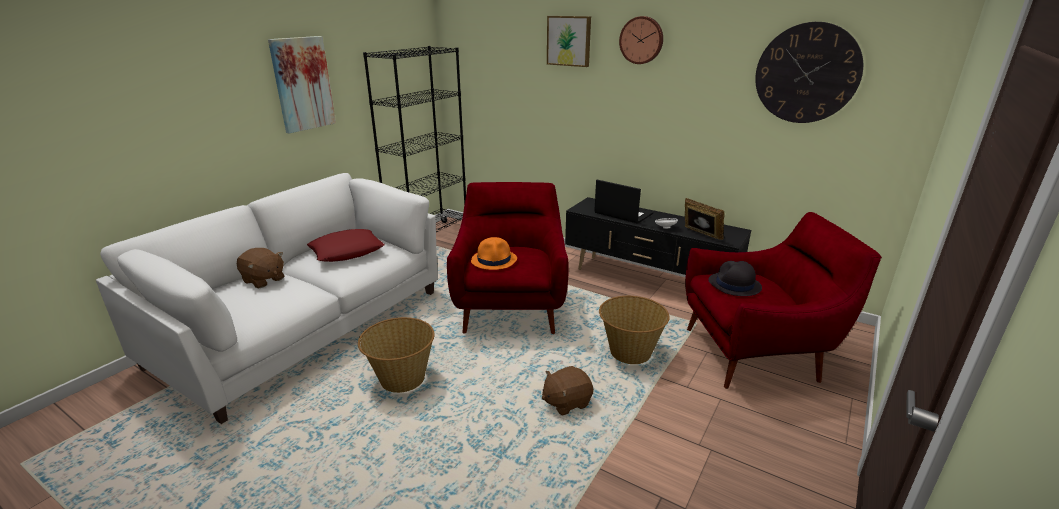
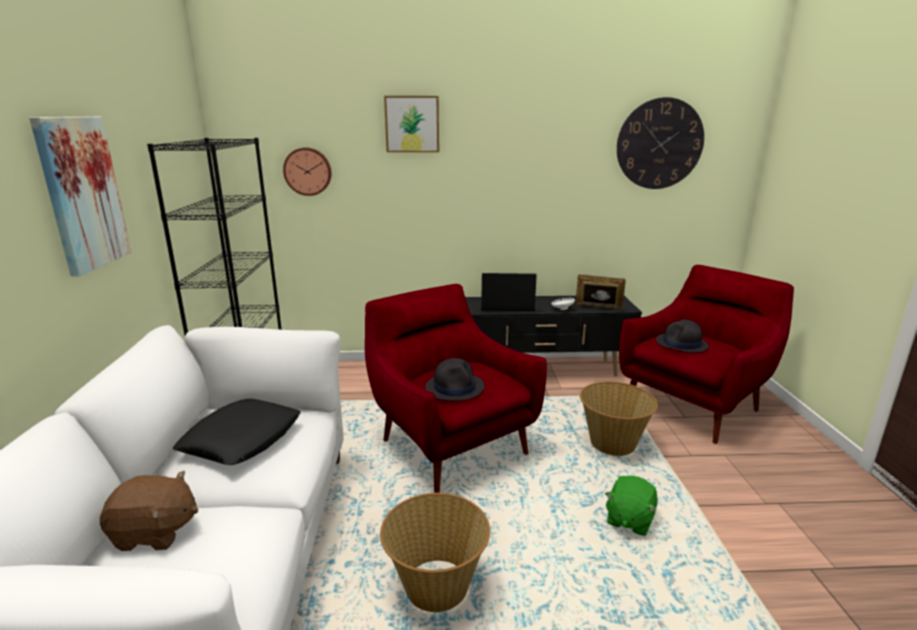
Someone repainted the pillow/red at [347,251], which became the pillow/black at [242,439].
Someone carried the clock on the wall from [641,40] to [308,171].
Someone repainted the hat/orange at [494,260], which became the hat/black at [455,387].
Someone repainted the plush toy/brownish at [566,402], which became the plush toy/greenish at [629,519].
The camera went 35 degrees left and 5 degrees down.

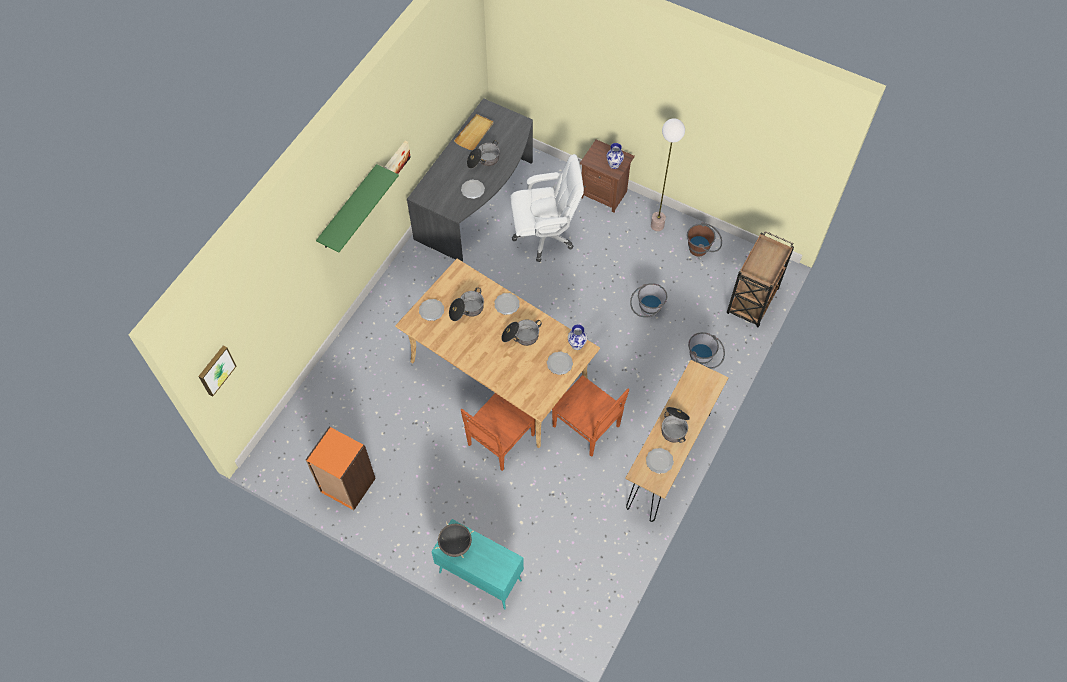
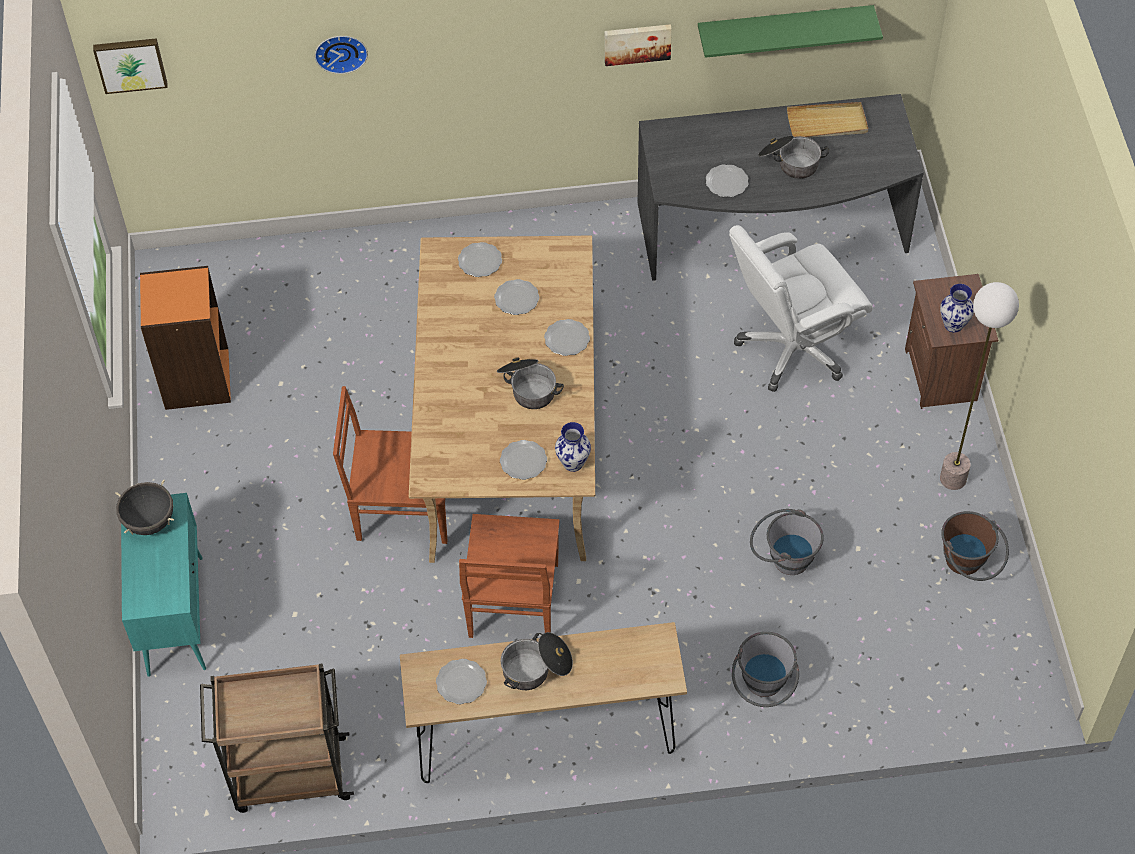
Someone carried the trolley/brownish from [752,302] to [288,775].
Someone put up the clock on the wall at [341,51].
Someone swapped the cooking pot at [466,310] for the plate at [516,299].
Someone carried the shelf/greenish from [348,208] to [784,28].
Someone rotated the desk chair/whitish at [544,236] by 105 degrees clockwise.
The camera went 55 degrees right and 5 degrees down.

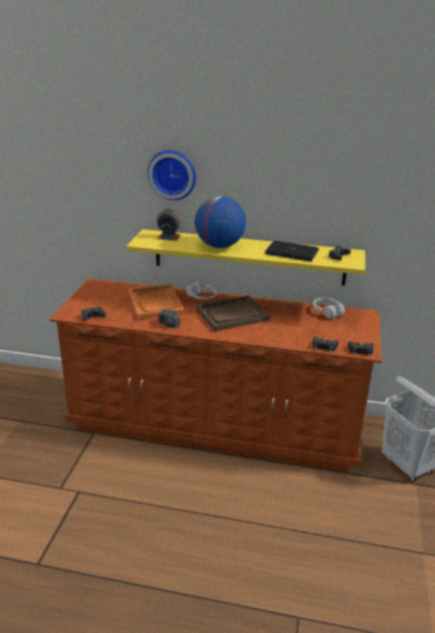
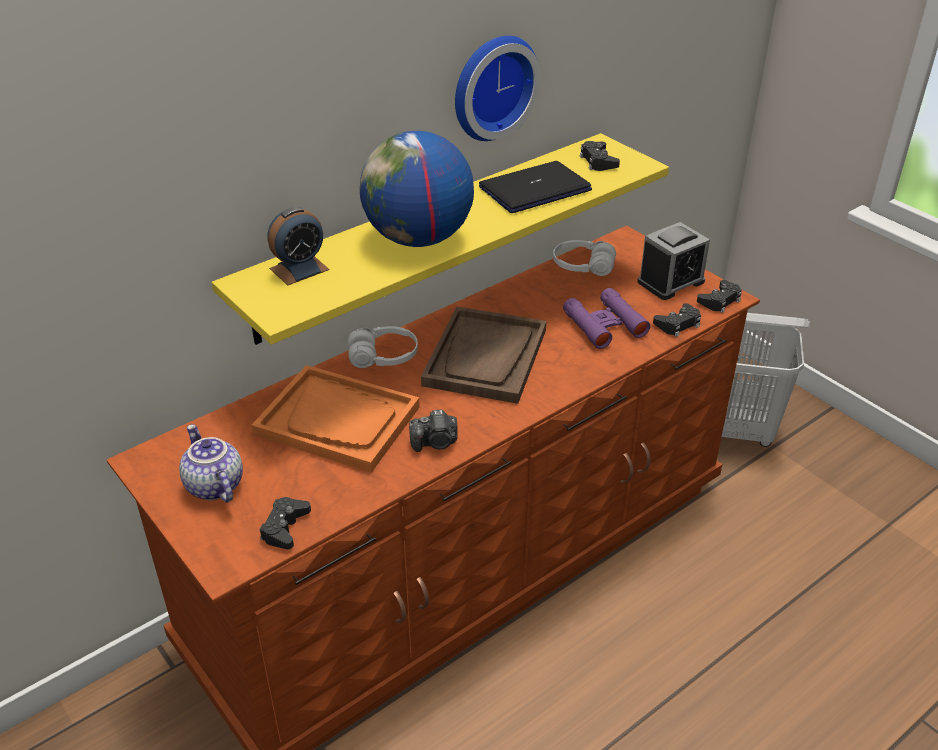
Someone put down the tea pot at [213,486].
Someone carried the clock on the wall from [173,174] to [491,86].
Someone put down the pair of binoculars/purple-coloured at [604,325].
Someone put down the alarm clock at [670,282].
The camera went 50 degrees left and 10 degrees up.

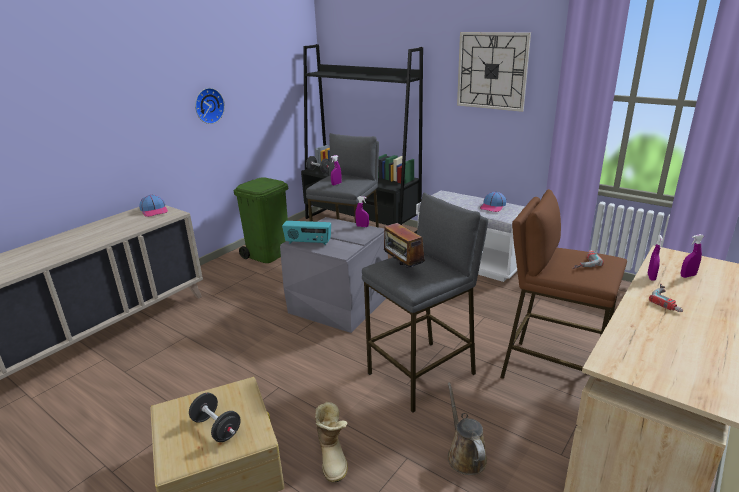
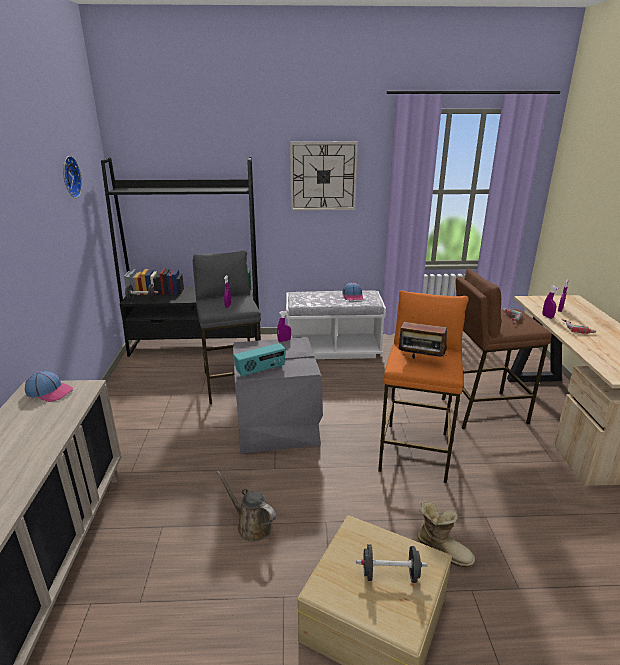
Someone carried the clock on the wall from [208,105] to [69,177].
Someone carried the sprinkling can/brownish from [465,455] to [251,525].
Someone repainted the stool seat/gray at [422,374], which became the stool seat/orange at [415,451].
Someone took away the trash can/greenish at [269,254].
The camera went 40 degrees left and 0 degrees up.

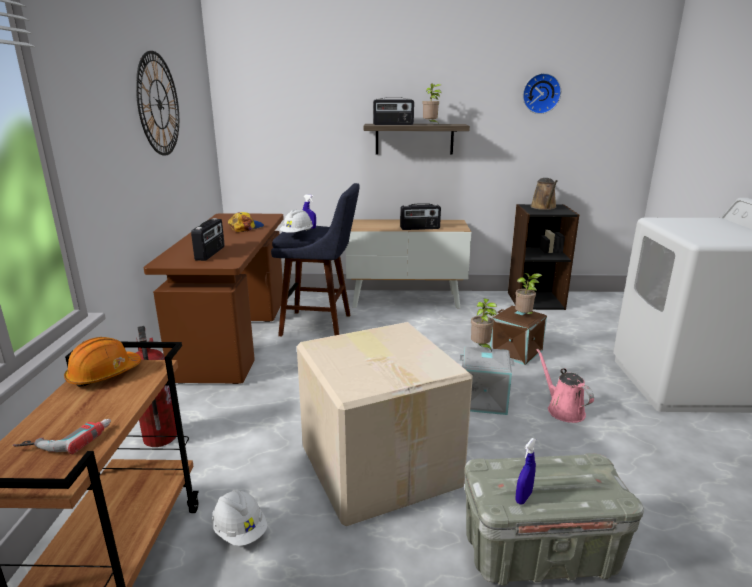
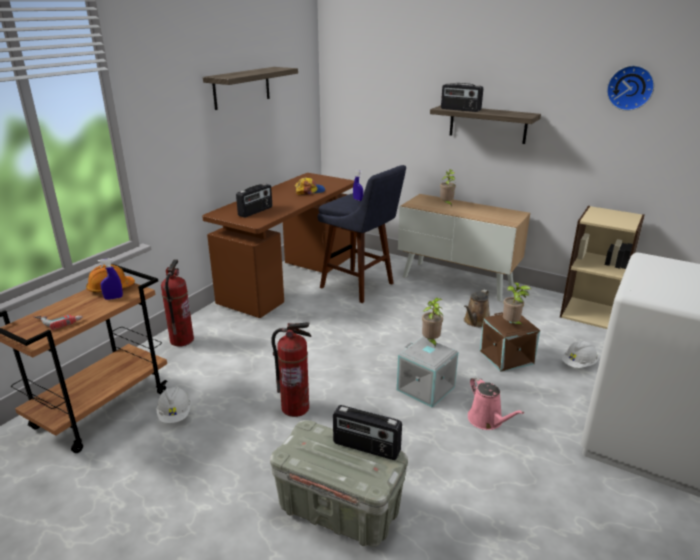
Someone carried the sprayer/blue from [523,497] to [113,298].
Someone swapped the clock on the wall at [159,104] for the shelf at [242,87].
Someone swapped the carton at [380,465] for the extinguisher at [295,408].
Someone carried the radio from [420,228] to [366,448].
Someone carried the houseplant from [430,124] to [446,204].
Someone carried the sprinkling can/brownish from [544,207] to [476,322].
Someone rotated the sprinkling can/pink at [563,410] by 150 degrees clockwise.
Someone repainted the bookcase/black at [535,300], which became the bookcase/beige-coloured at [591,313].
Someone carried the safety helmet/whitish from [297,234] to [578,364].
The camera went 30 degrees right and 5 degrees up.

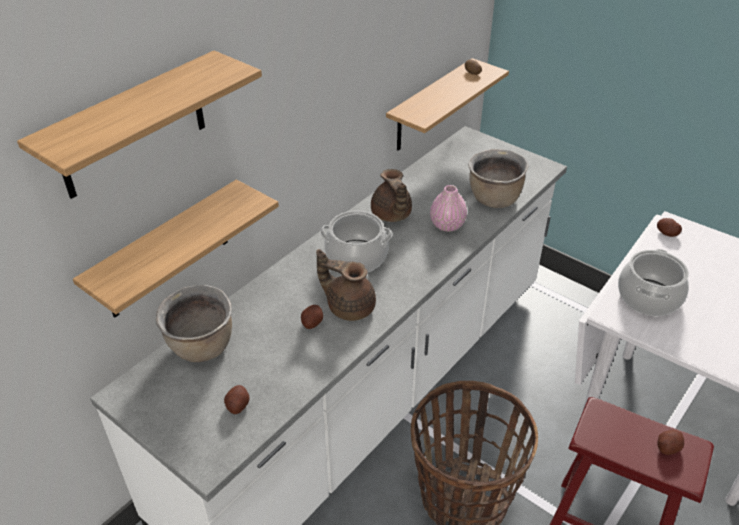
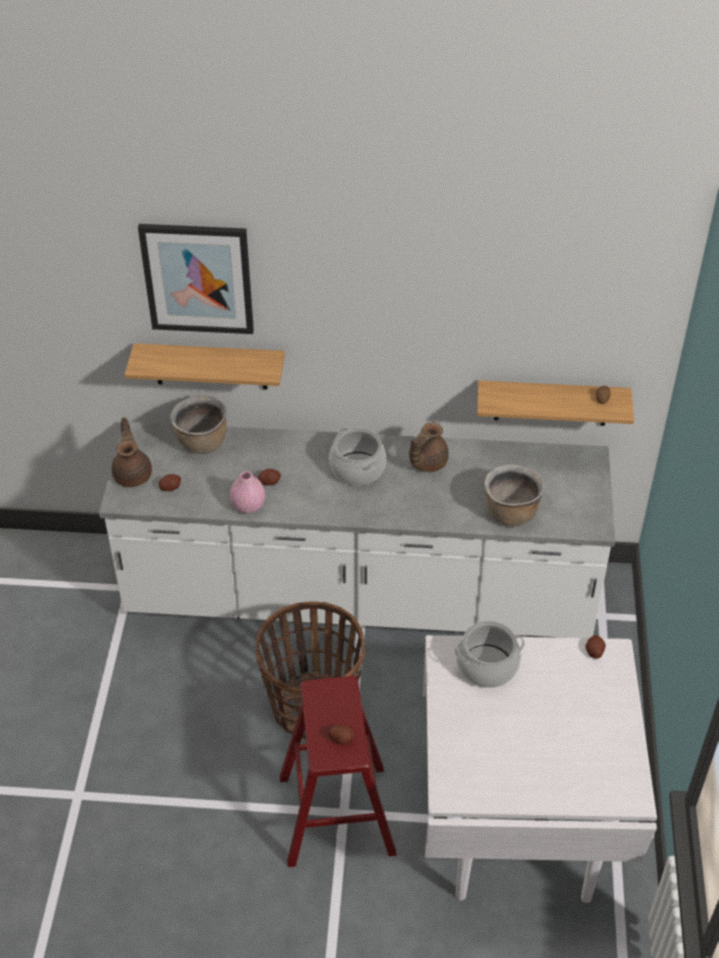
Someone carried the tea pot/brownish from [349,306] to [133,474].
Someone swapped the shelf at [132,126] for the picture at [198,278].
Someone carried the flower vase/pink from [447,225] to [248,506].
The camera went 55 degrees right and 5 degrees up.

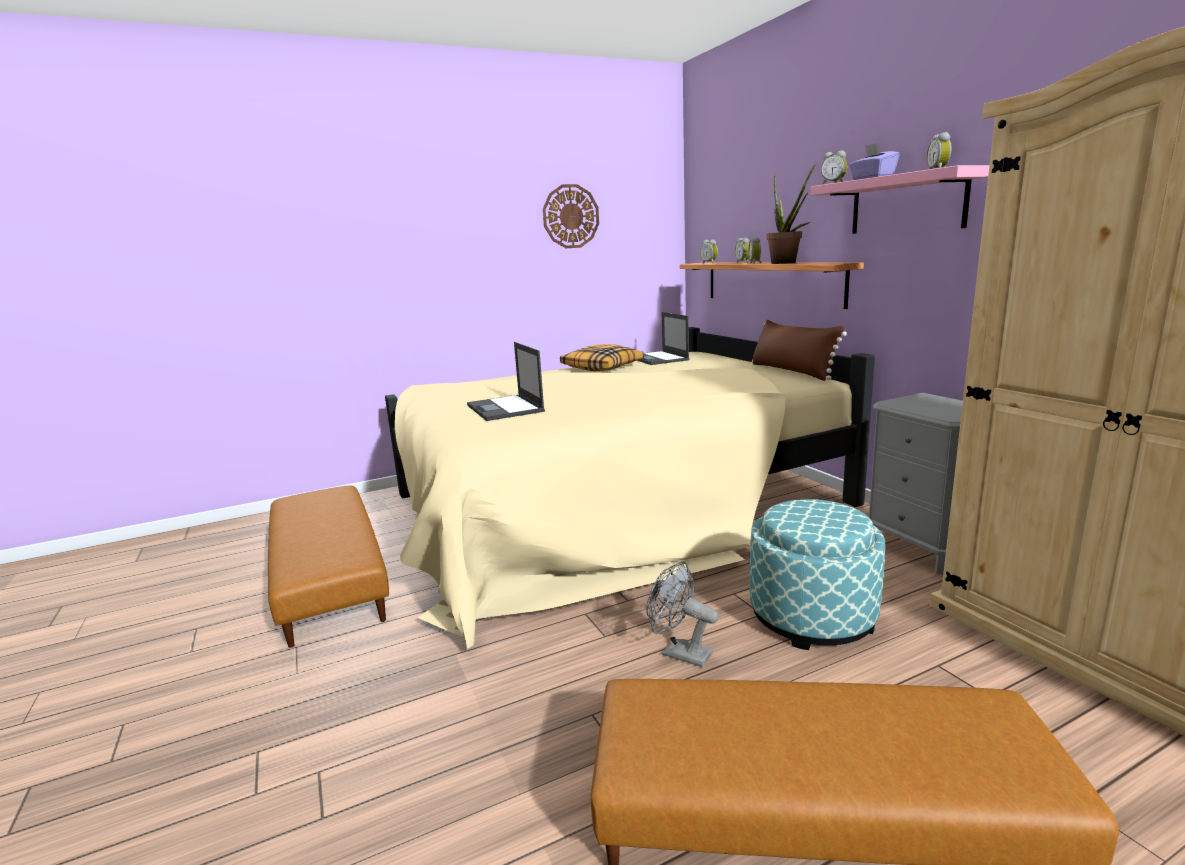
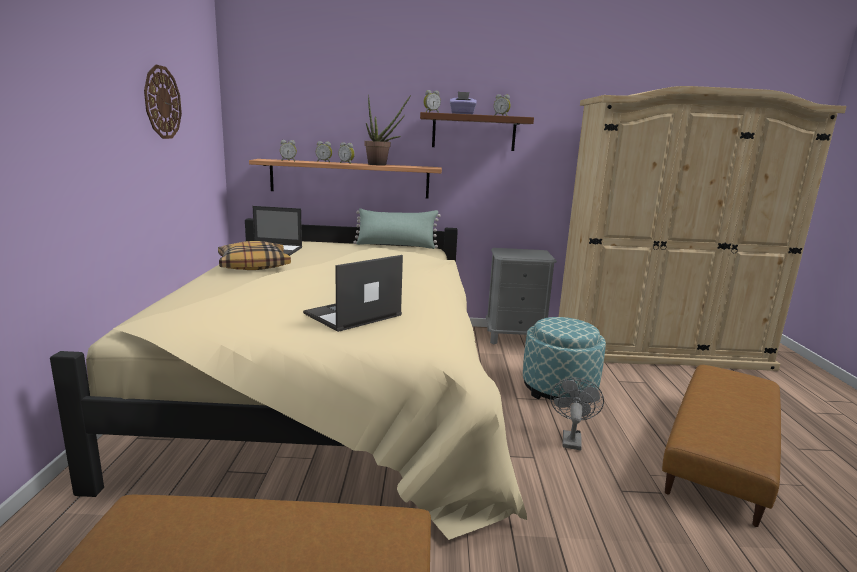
Someone rotated the notebook computer at [505,408] by 135 degrees clockwise.
Someone repainted the pillow/brownish at [792,371], which became the pillow/greenish at [396,245].
Someone repainted the shelf/pink at [907,204], which became the shelf/brownish at [474,132].
Someone rotated the fan/gray at [679,653] by 135 degrees clockwise.
The camera went 65 degrees left and 0 degrees up.

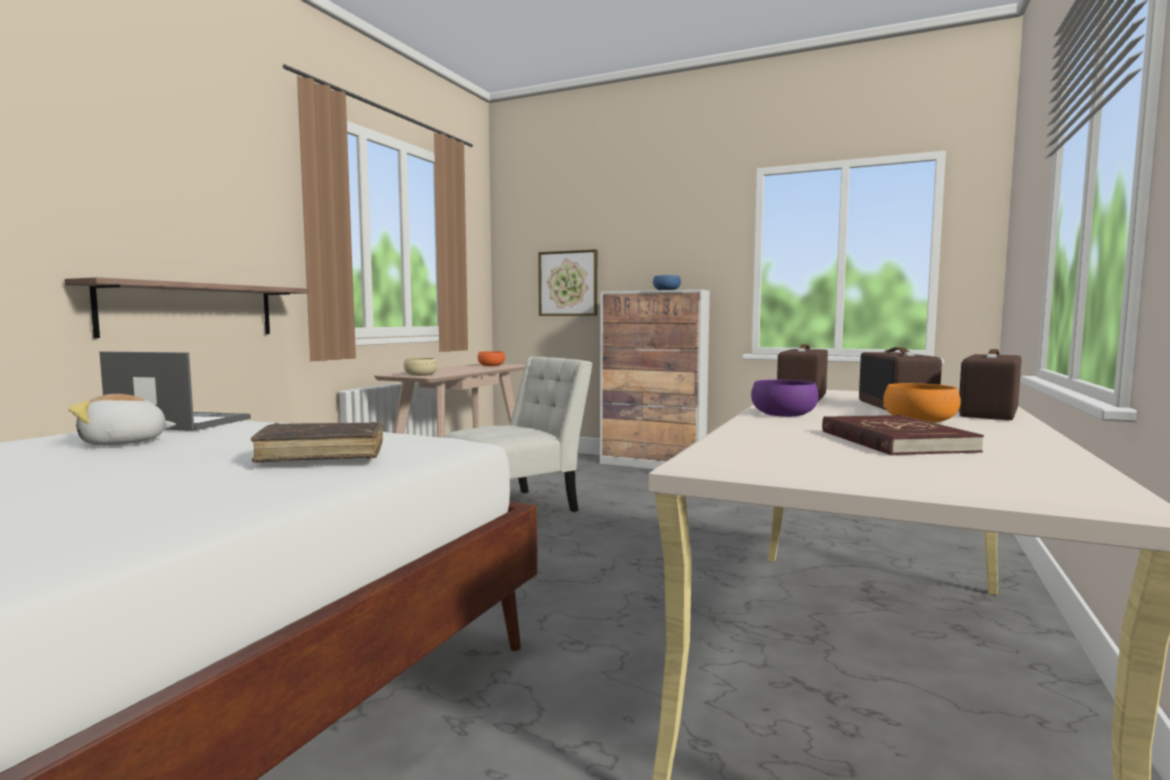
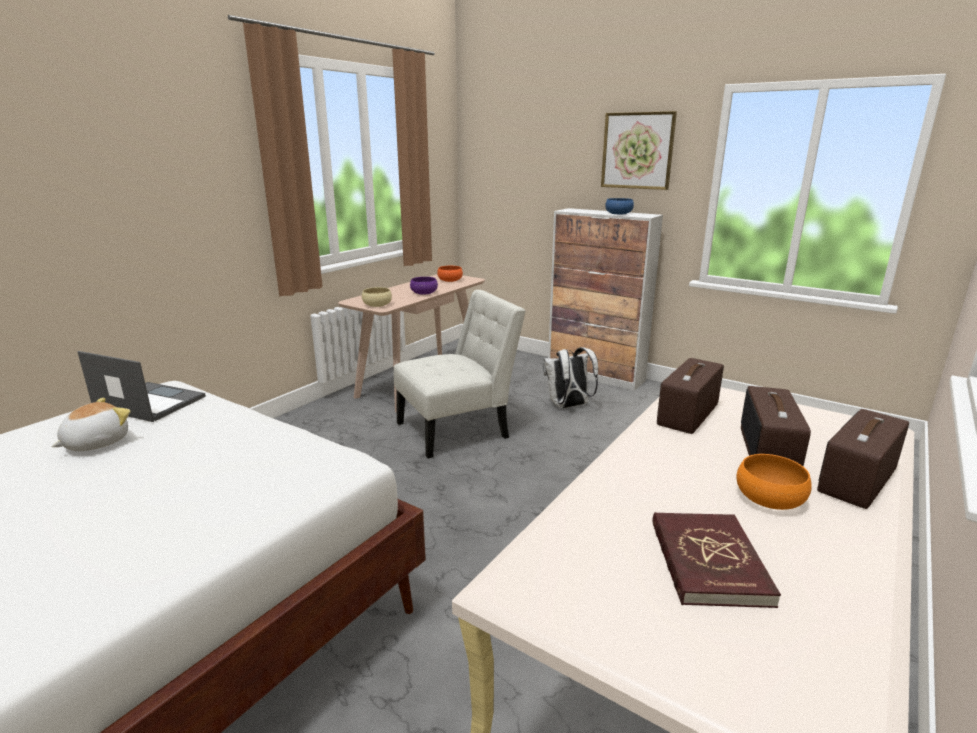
Someone rotated the plush toy at [124,442] by 135 degrees clockwise.
Someone carried the bowl/purple-coloured from [783,414] to [424,292].
Someone put down the rucksack/whitish at [568,406].
Someone carried the picture from [568,283] to [637,151].
Someone took away the shelf at [190,310].
Someone took away the book/brownish at [322,454].
The camera went 10 degrees right and 15 degrees up.

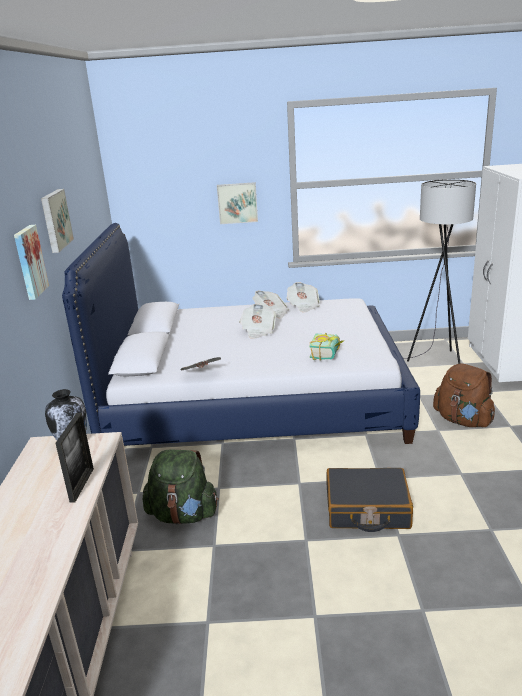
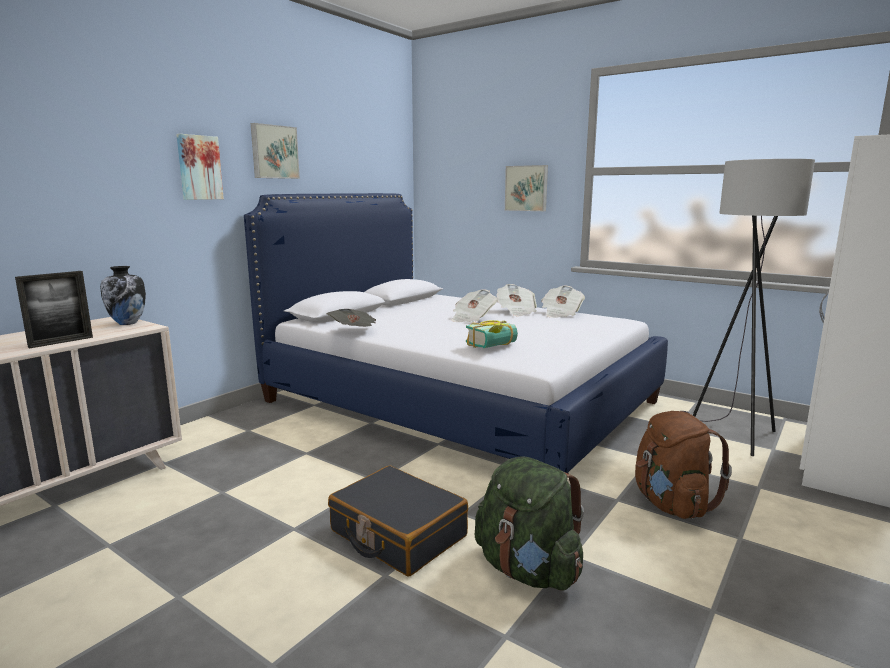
Someone carried the rucksack/greenish from [183,515] to [528,570].
The camera went 35 degrees right and 10 degrees down.

